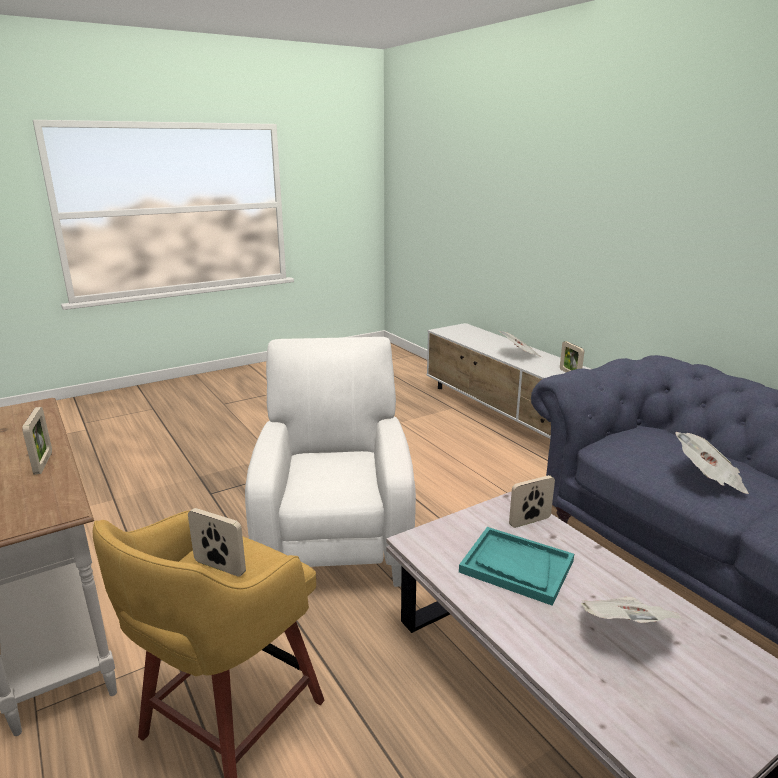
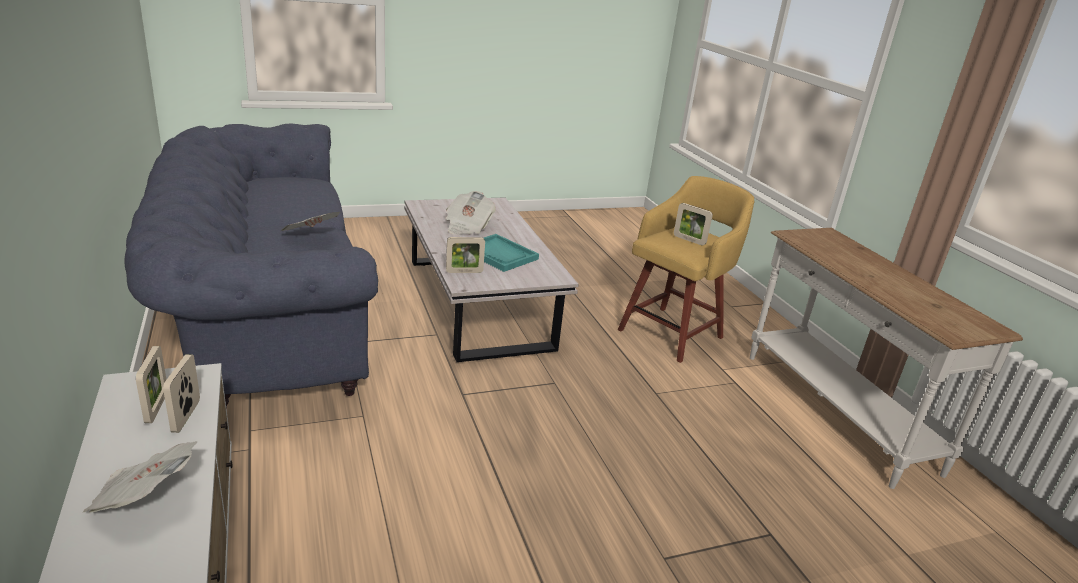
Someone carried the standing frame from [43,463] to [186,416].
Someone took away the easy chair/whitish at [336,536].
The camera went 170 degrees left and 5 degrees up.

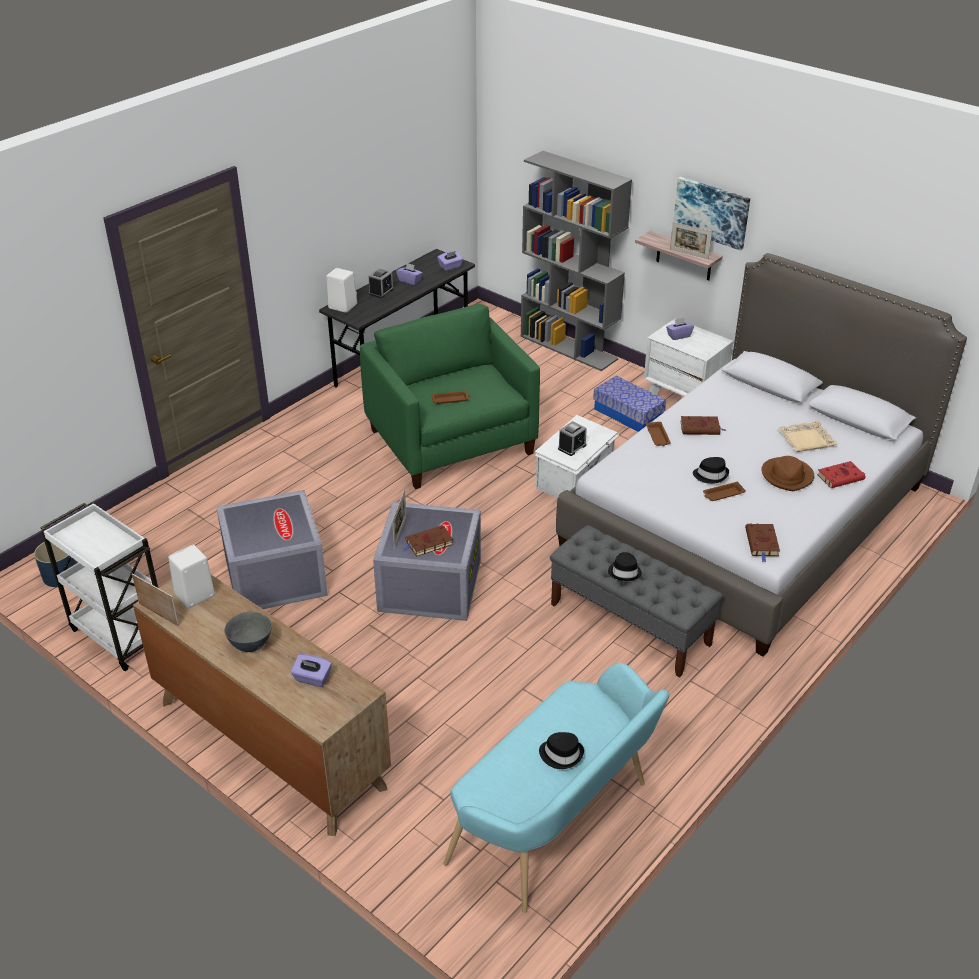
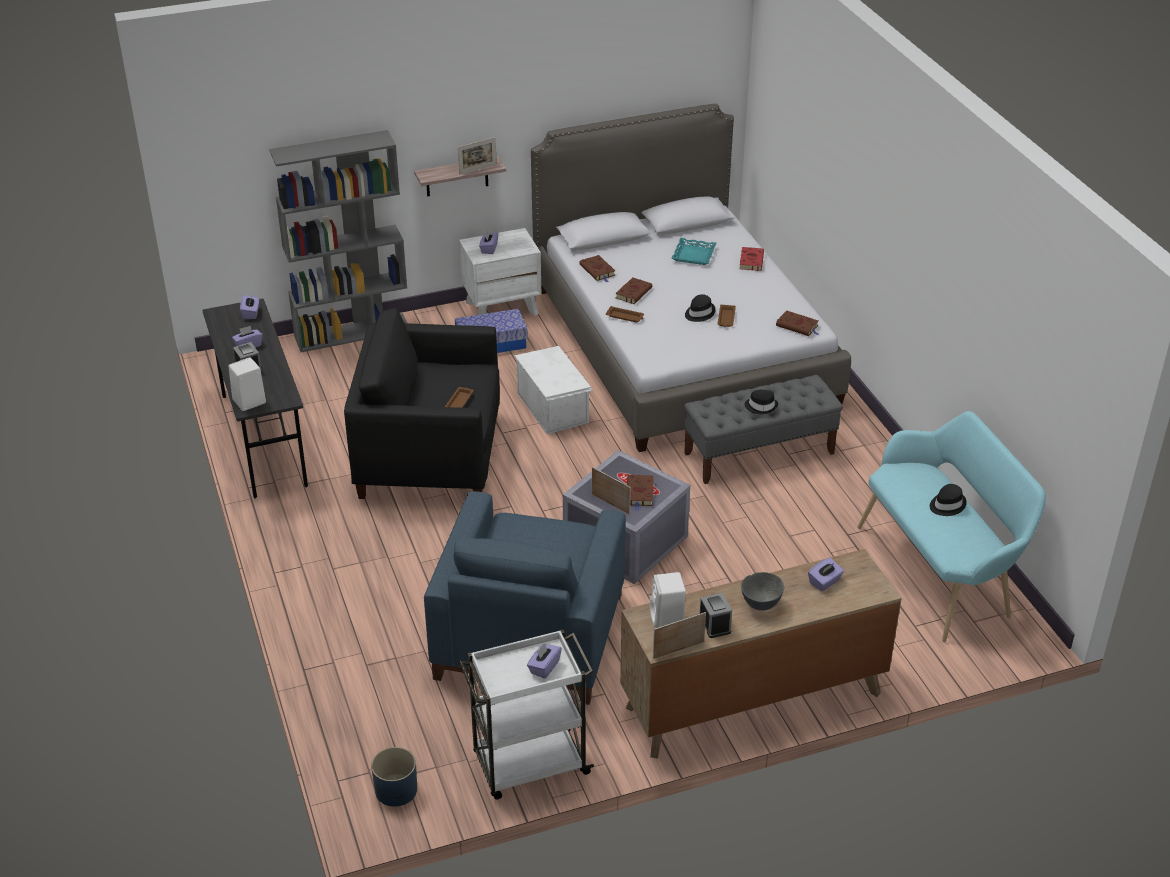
Someone repainted the easy chair/greenish at [451,442], which became the easy chair/black at [430,456].
Someone swapped the storage container/gray at [273,575] for the easy chair/blue at [529,633].
Someone put down the tissue holder/purple-coloured at [544,667].
Someone put down the book/brownish at [598,271].
Someone repainted the serving tray/beige-coloured at [806,440], which became the serving tray/turquoise at [693,255].
Someone carried the alarm clock from [572,447] to [714,625].
Someone took away the picture at [712,212].
Someone took away the hat/brownish at [787,476].
The camera went 60 degrees left and 0 degrees up.

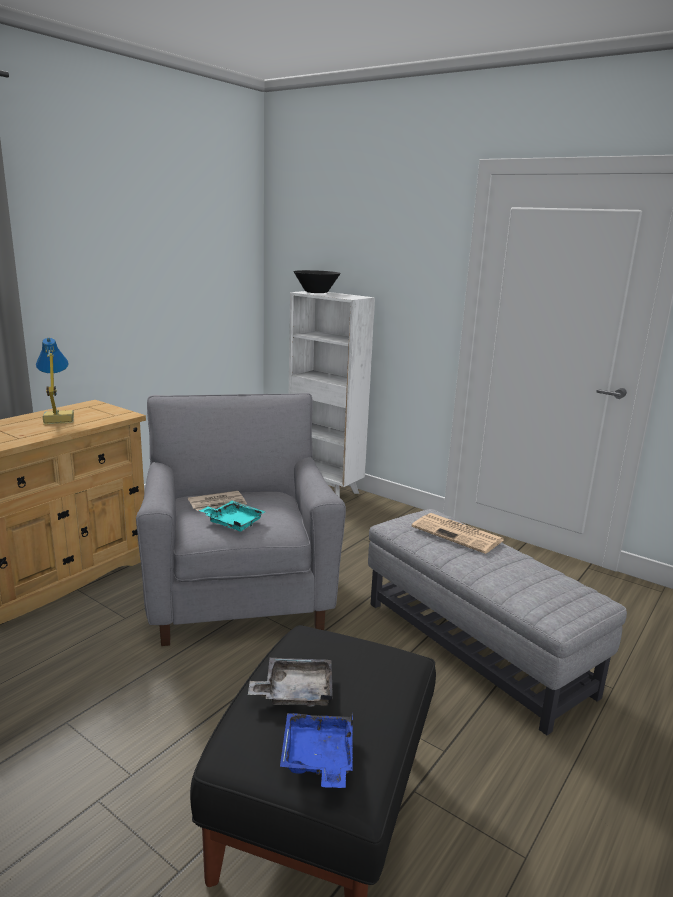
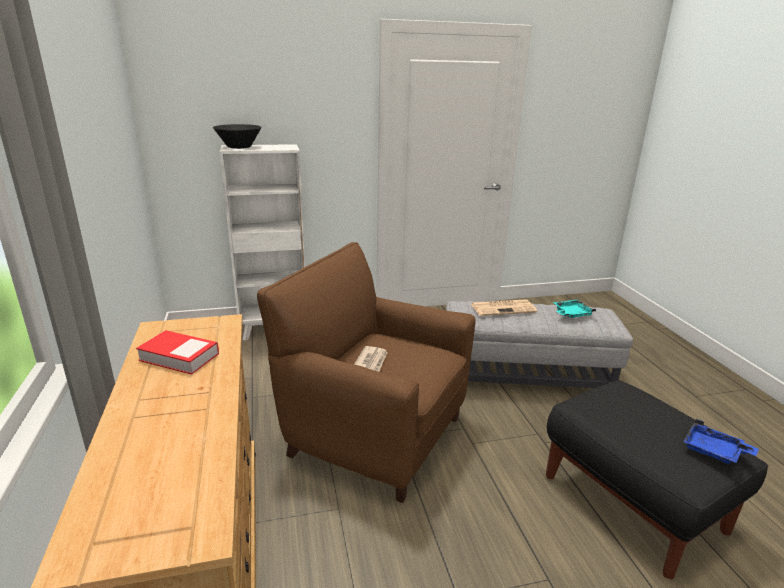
Someone swapped the lamp for a table at [57,419] for the book at [179,357].
Someone repainted the easy chair/gray at [239,594], which became the easy chair/brownish at [373,434].
Someone carried the serving tray/turquoise from [233,522] to [571,314].
Someone took away the serving tray/gray at [295,692].
The camera went 50 degrees left and 5 degrees up.

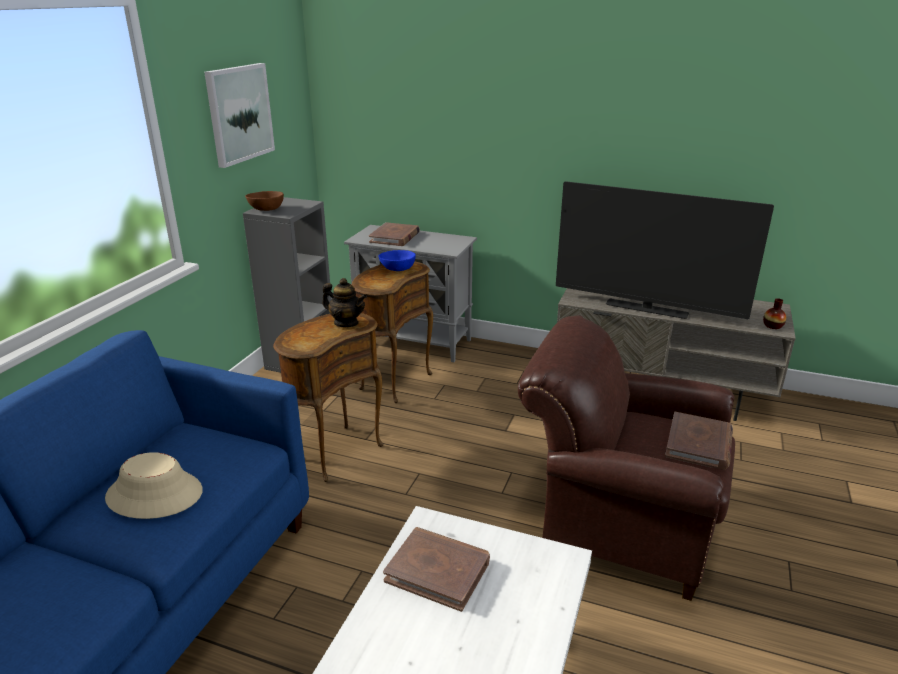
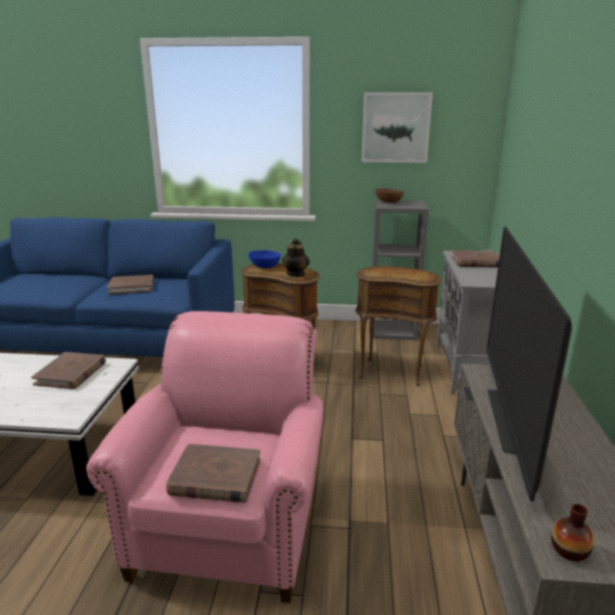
Someone repainted the easy chair/brownish at [618,523], which became the easy chair/pink at [231,523].
Someone swapped the hat/beige-coloured at [155,494] for the book/brownish at [131,287].
Someone carried the bowl/blue from [398,269] to [264,266].
The camera went 75 degrees right and 5 degrees down.

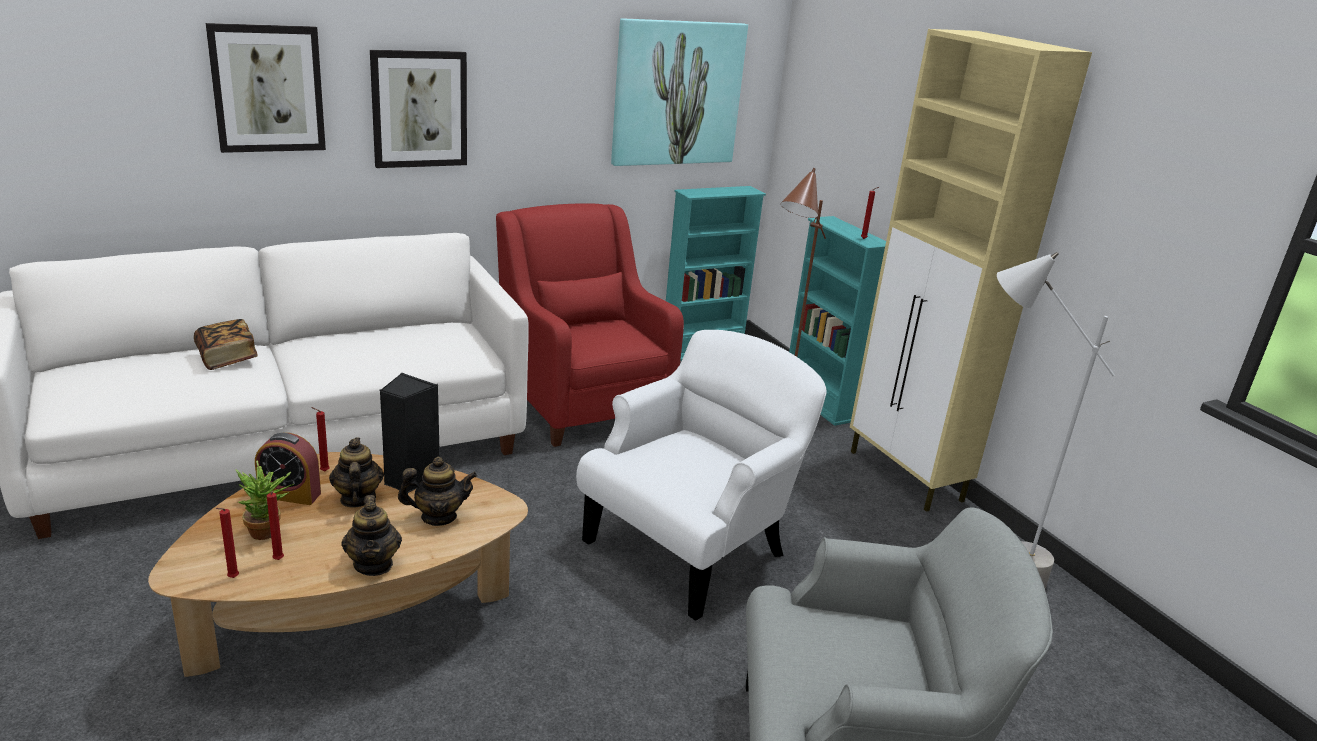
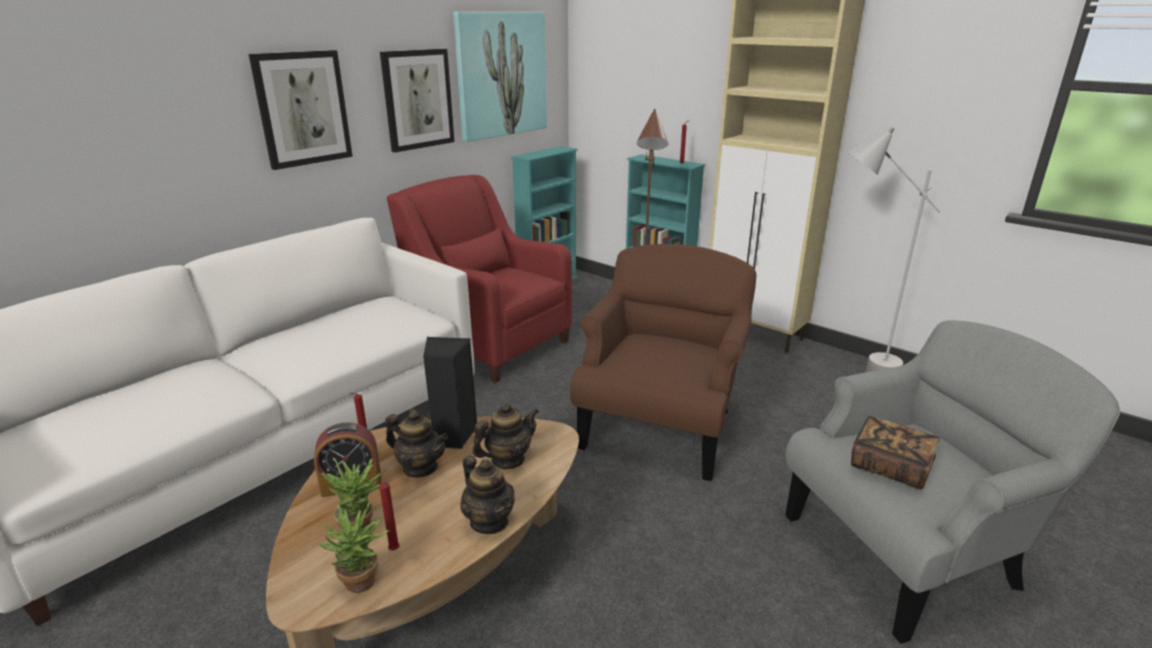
Someone swapped the wax candle/red at [232,578] for the houseplant at [362,586].
Someone carried the picture from [268,88] to [417,99].
Someone rotated the tea pot at [357,499] by 150 degrees clockwise.
Someone repainted the easy chair/whitish at [690,547], which became the easy chair/brownish at [660,427].
Someone carried the book from [227,357] to [890,466].
The camera went 20 degrees left and 0 degrees up.

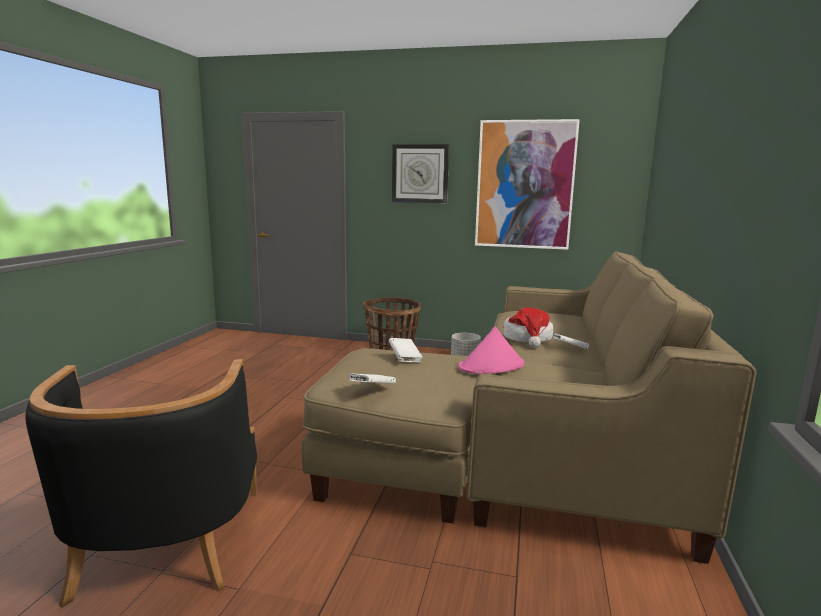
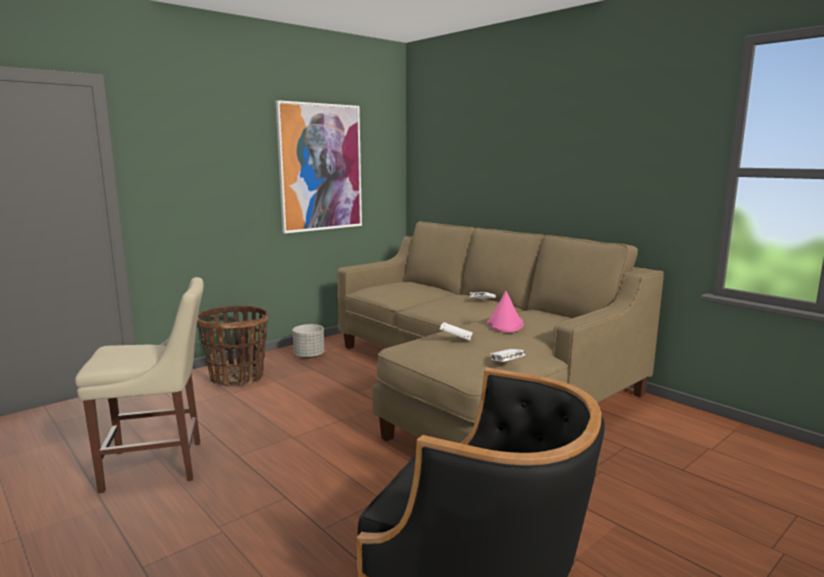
Someone put down the upright chair/beige-coloured at [159,465].
Someone took away the clock on the wall at [420,173].
Someone took away the hat at [528,338].
The camera went 55 degrees left and 0 degrees up.

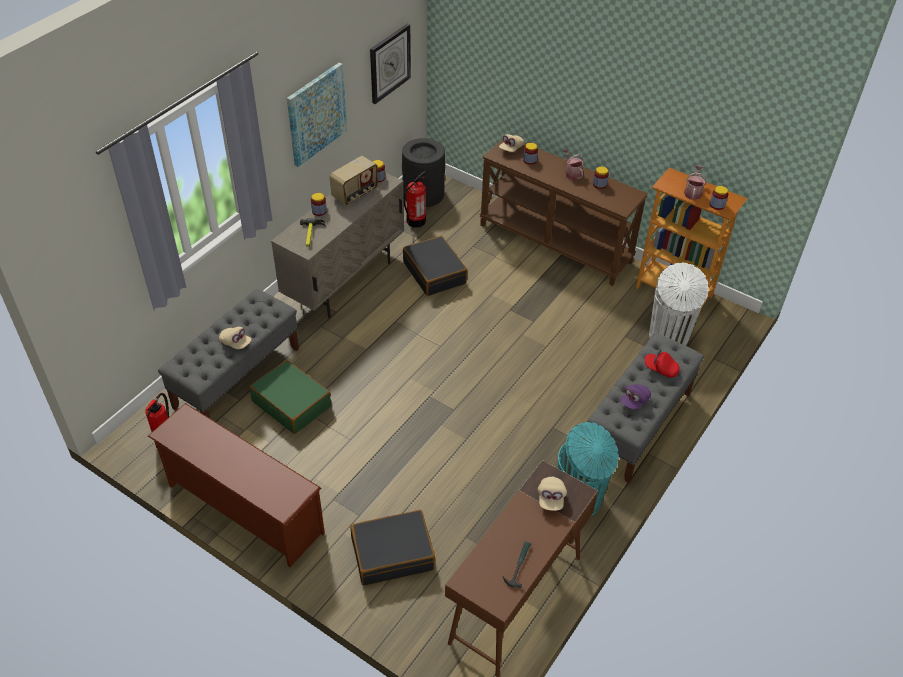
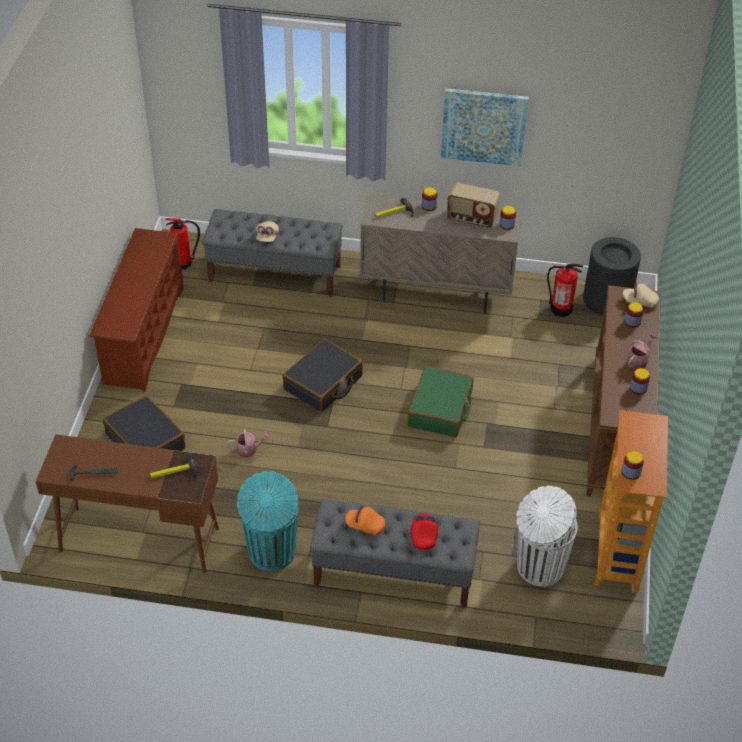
Someone swapped the cap/beige-coloured at [551,498] for the hand hammer at [174,474].
Someone carried the sprinkling can from [693,192] to [249,450].
Someone carried the travel case/black from [435,273] to [323,383].
Someone repainted the cap/purple-coloured at [634,401], which became the cap/orange at [365,526].
Someone carried the travel case/greenish from [292,403] to [440,409].
Someone took away the clock on the wall at [389,63].
The camera went 65 degrees right and 0 degrees up.

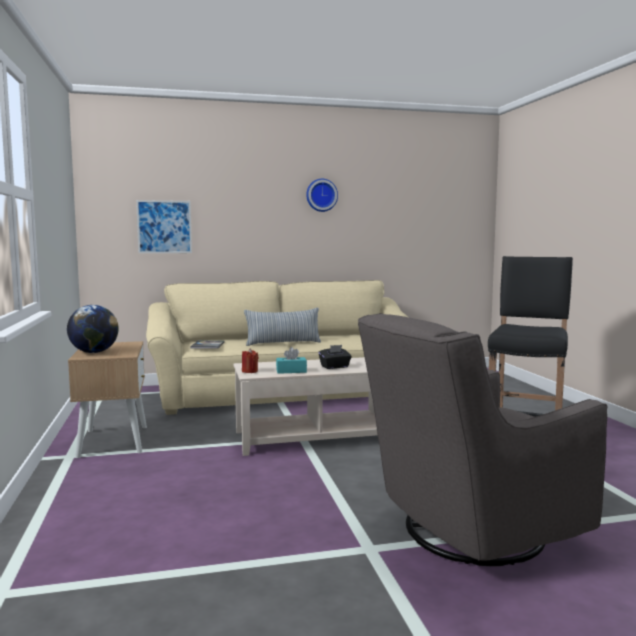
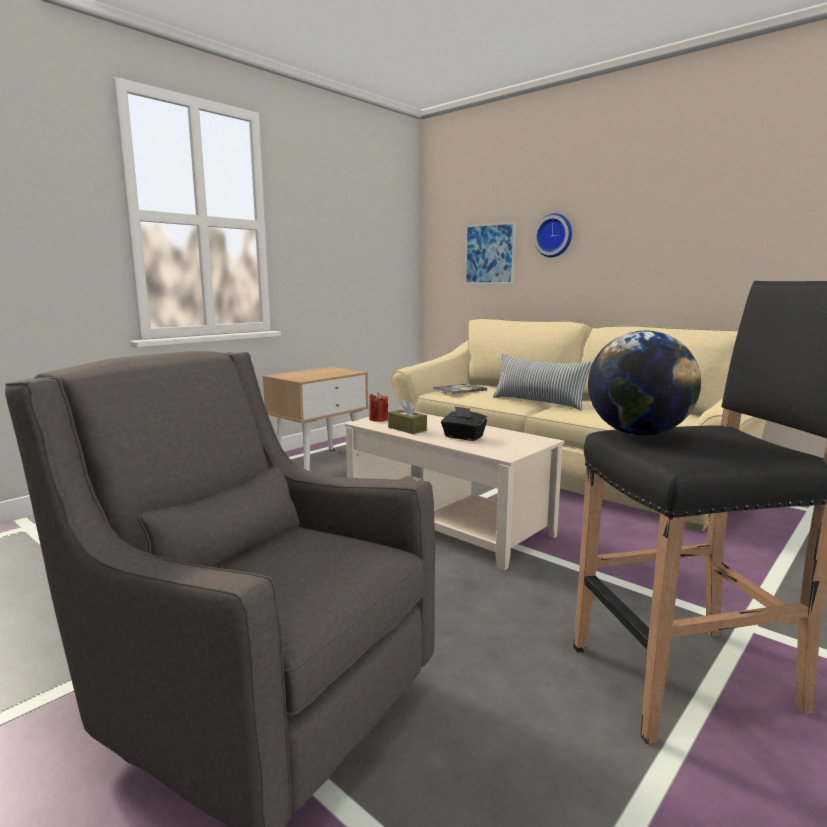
Someone repainted the tissue holder/turquoise at [291,371], which became the tissue holder/brownish at [407,429].
Someone carried the clock on the wall from [321,195] to [554,235].
Someone carried the desk globe from [94,352] to [638,433].
The camera went 55 degrees right and 5 degrees up.

